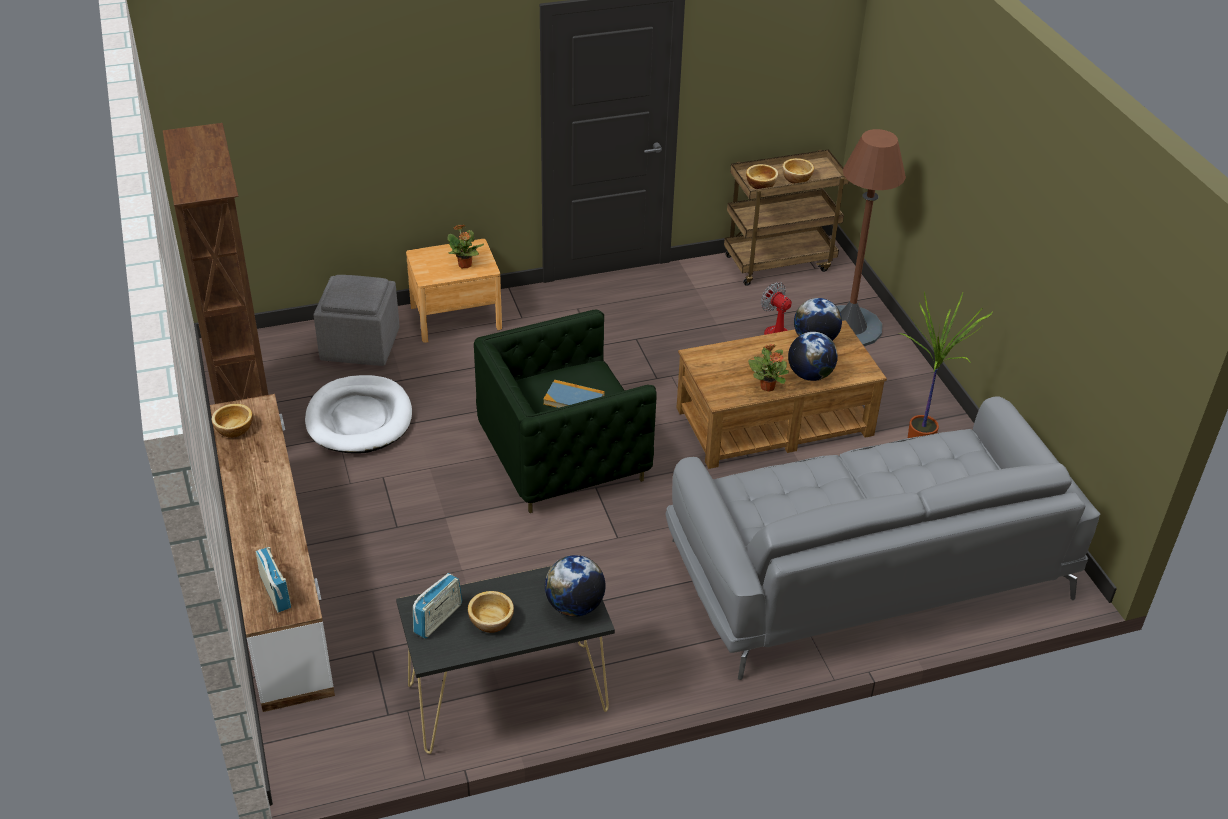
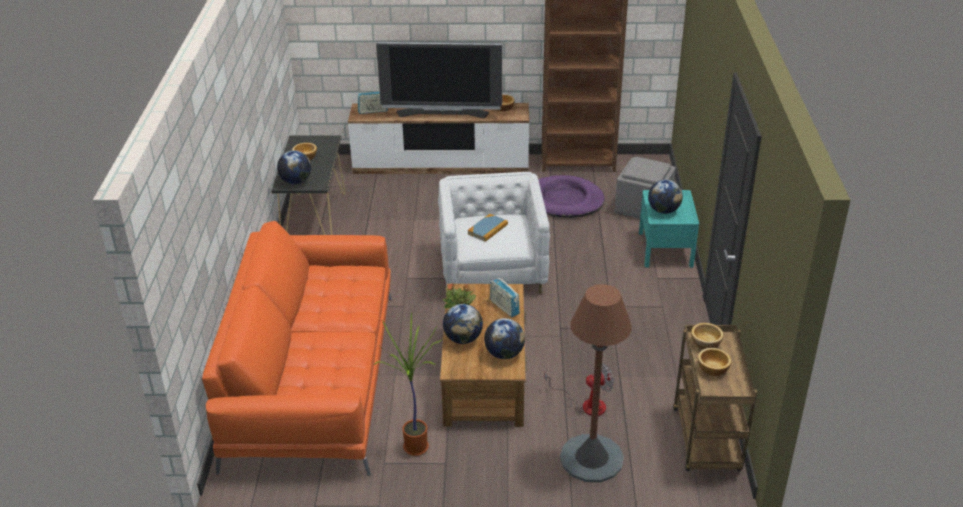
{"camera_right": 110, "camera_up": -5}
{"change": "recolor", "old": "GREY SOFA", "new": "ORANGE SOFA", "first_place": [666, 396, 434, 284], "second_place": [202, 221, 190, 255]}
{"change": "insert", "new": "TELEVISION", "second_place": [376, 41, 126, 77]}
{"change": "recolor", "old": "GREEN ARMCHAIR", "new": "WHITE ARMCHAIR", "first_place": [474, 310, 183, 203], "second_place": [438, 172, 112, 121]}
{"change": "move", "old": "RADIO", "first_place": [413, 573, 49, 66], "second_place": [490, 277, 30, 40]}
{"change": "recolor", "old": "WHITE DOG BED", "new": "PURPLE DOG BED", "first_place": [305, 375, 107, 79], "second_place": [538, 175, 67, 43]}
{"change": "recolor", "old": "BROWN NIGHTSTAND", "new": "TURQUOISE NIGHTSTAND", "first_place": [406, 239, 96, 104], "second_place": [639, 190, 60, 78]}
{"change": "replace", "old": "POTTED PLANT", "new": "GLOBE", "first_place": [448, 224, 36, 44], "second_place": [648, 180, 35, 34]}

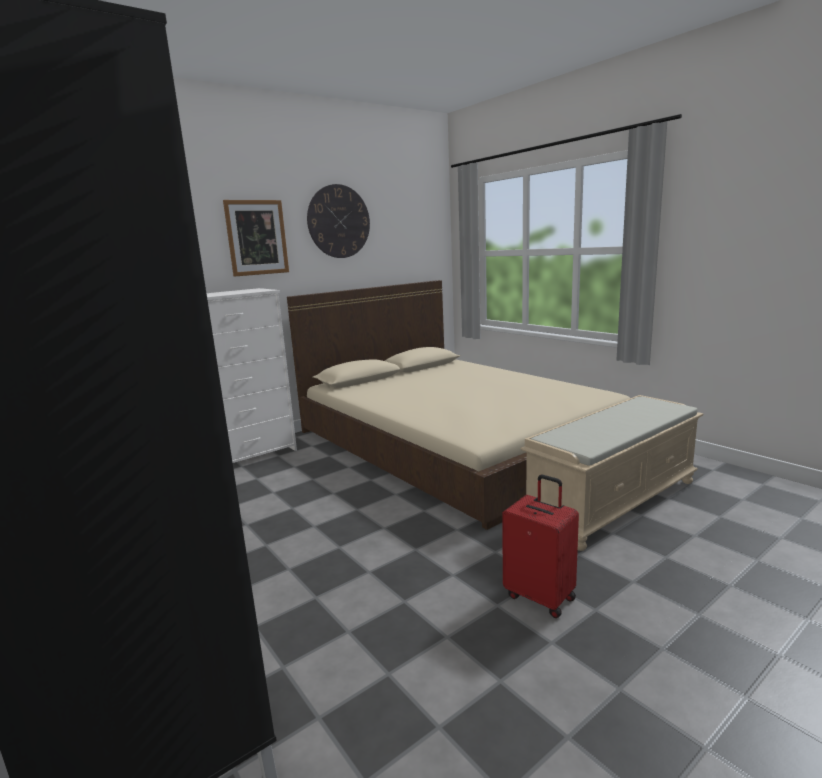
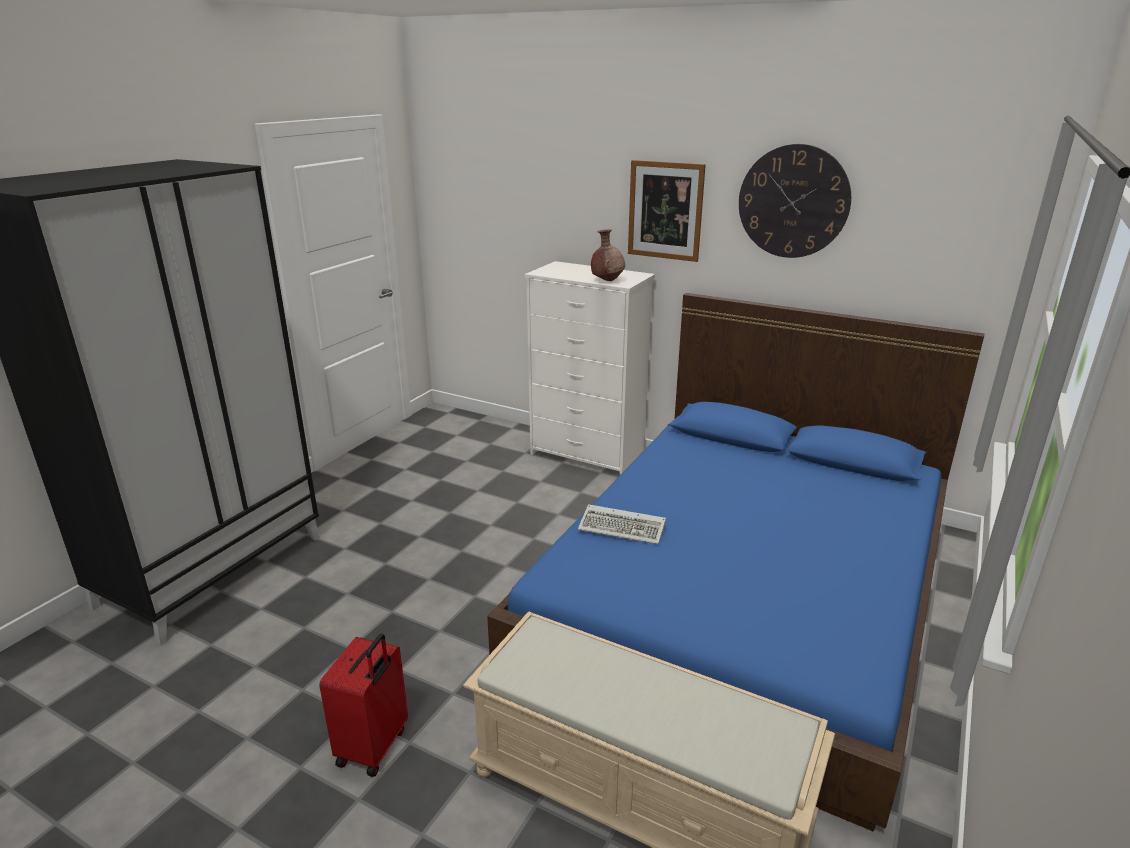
{"camera_right": 65, "camera_up": 10}
{"change": "recolor", "old": "BEIGE BED", "new": "BLUE BED", "first_place": [287, 280, 343, 250], "second_place": [487, 293, 497, 539]}
{"change": "insert", "new": "KEYBOARD", "second_place": [578, 504, 88, 41]}
{"change": "insert", "new": "BROWN VASE", "second_place": [591, 229, 34, 52]}

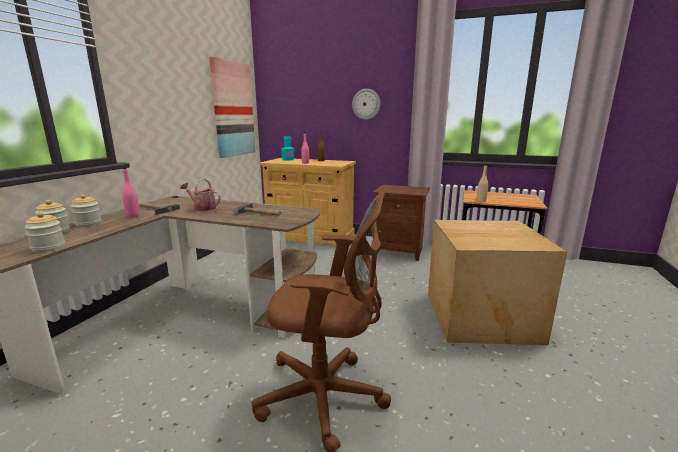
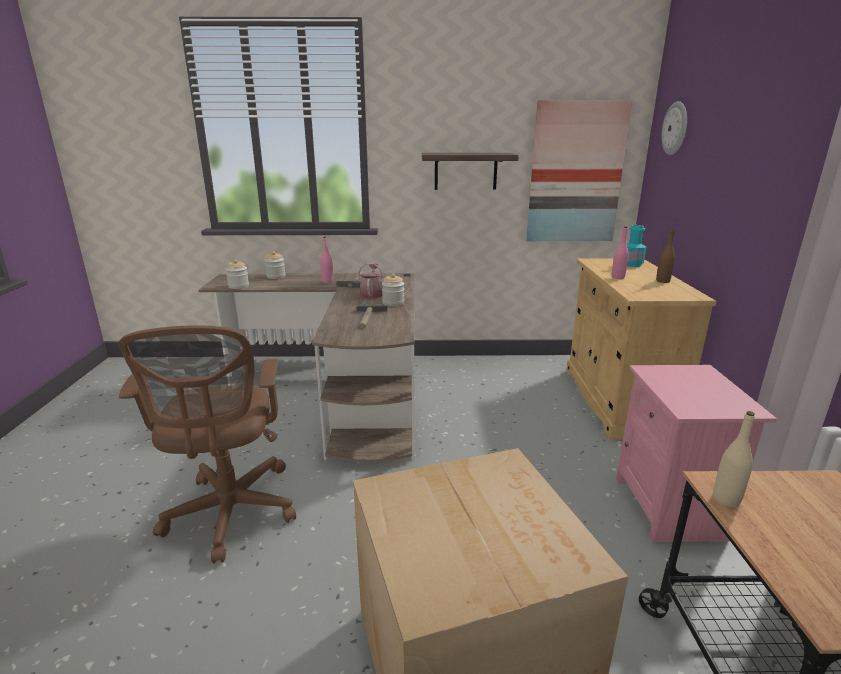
{"camera_right": 70, "camera_up": 5}
{"change": "move", "old": "JAR", "first_place": [71, 194, 31, 33], "second_place": [382, 274, 23, 32]}
{"change": "insert", "new": "SHELF", "second_place": [422, 153, 97, 37]}
{"change": "recolor", "old": "BROWN NIGHTSTAND", "new": "PINK NIGHTSTAND", "first_place": [373, 185, 57, 76], "second_place": [616, 365, 161, 179]}
{"change": "move", "old": "WALL CLOCK", "first_place": [352, 89, 29, 31], "second_place": [662, 101, 25, 54]}

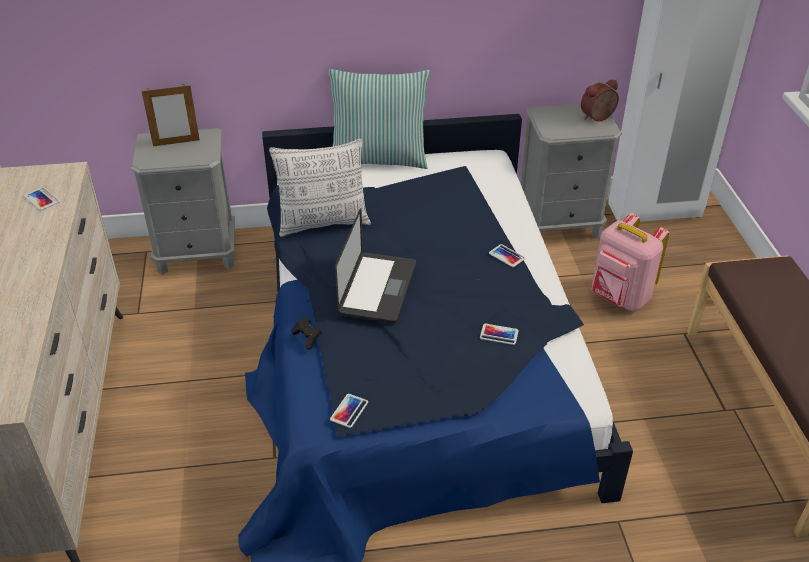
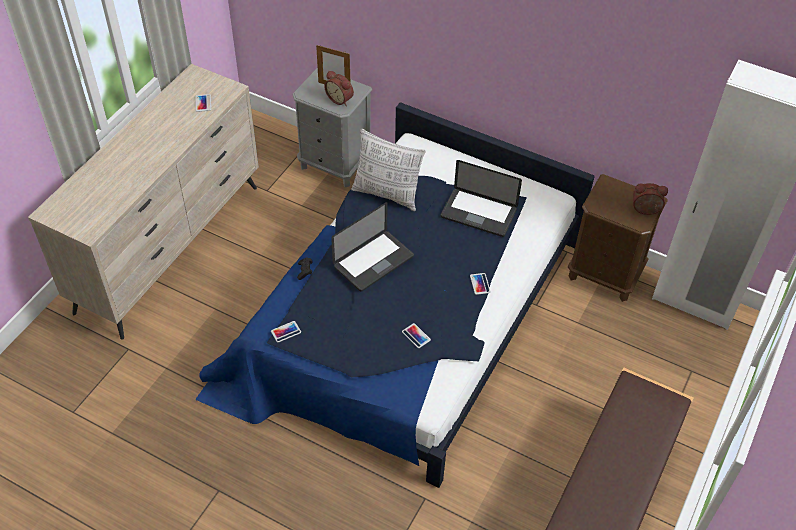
{"camera_right": 35, "camera_up": 10}
{"change": "insert", "new": "ALARM CLOCK", "second_place": [324, 71, 30, 35]}
{"change": "insert", "new": "LAPTOP", "second_place": [441, 160, 81, 77]}
{"change": "recolor", "old": "GREY NIGHTSTAND", "new": "BROWN NIGHTSTAND", "first_place": [521, 104, 101, 134], "second_place": [568, 174, 100, 128]}
{"change": "delete", "old": "PILLOW", "first_place": [329, 69, 101, 100]}
{"change": "delete", "old": "PINK BACKPACK", "first_place": [592, 213, 77, 98]}

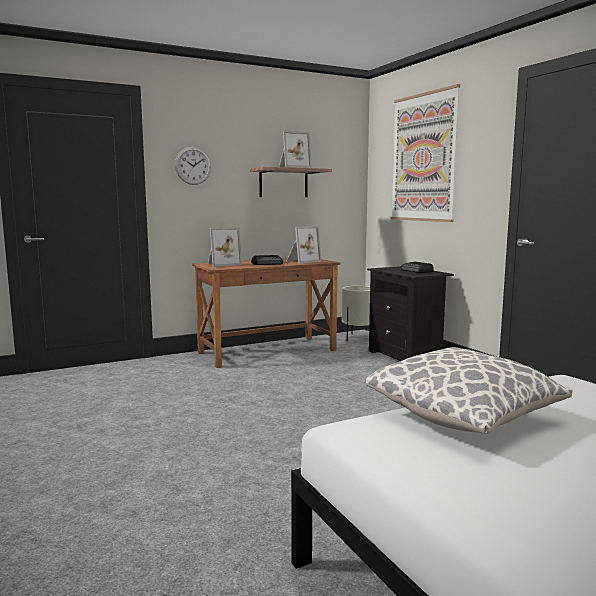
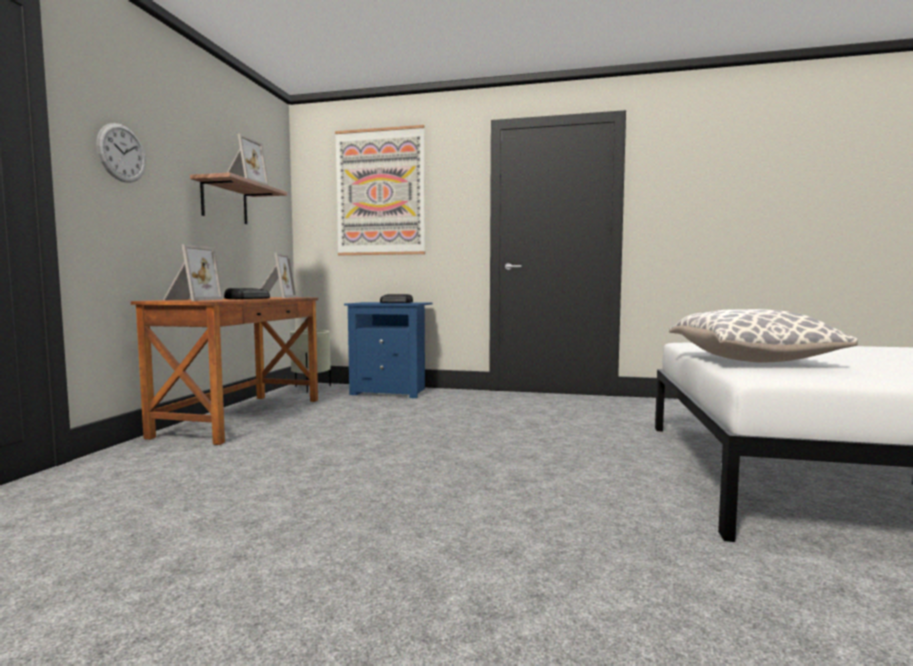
{"camera_right": -50, "camera_up": -5}
{"change": "recolor", "old": "BLACK NIGHTSTAND", "new": "BLUE NIGHTSTAND", "first_place": [367, 266, 87, 95], "second_place": [344, 302, 89, 96]}

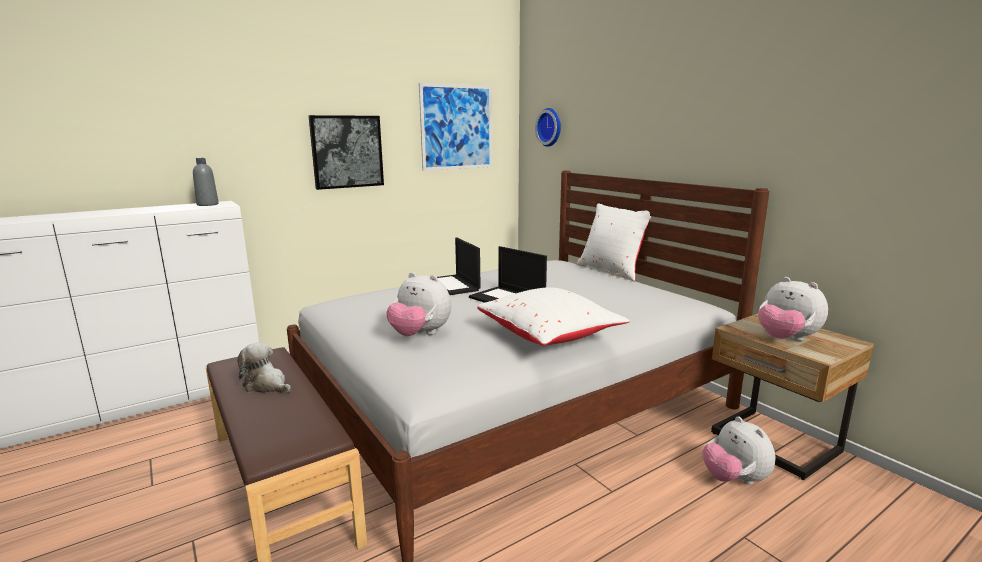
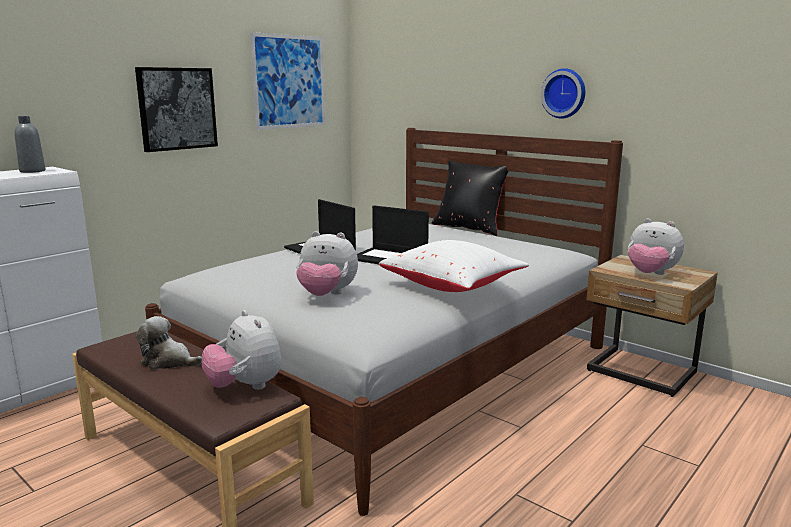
{"camera_right": -15, "camera_up": 0}
{"change": "move", "old": "PLUSH TOY", "first_place": [702, 416, 74, 69], "second_place": [202, 310, 80, 80]}
{"change": "recolor", "old": "WHITE PILLOW", "new": "BLACK PILLOW", "first_place": [577, 203, 75, 78], "second_place": [432, 161, 77, 75]}
{"change": "move", "old": "WALL CLOCK", "first_place": [535, 108, 26, 39], "second_place": [541, 68, 44, 51]}

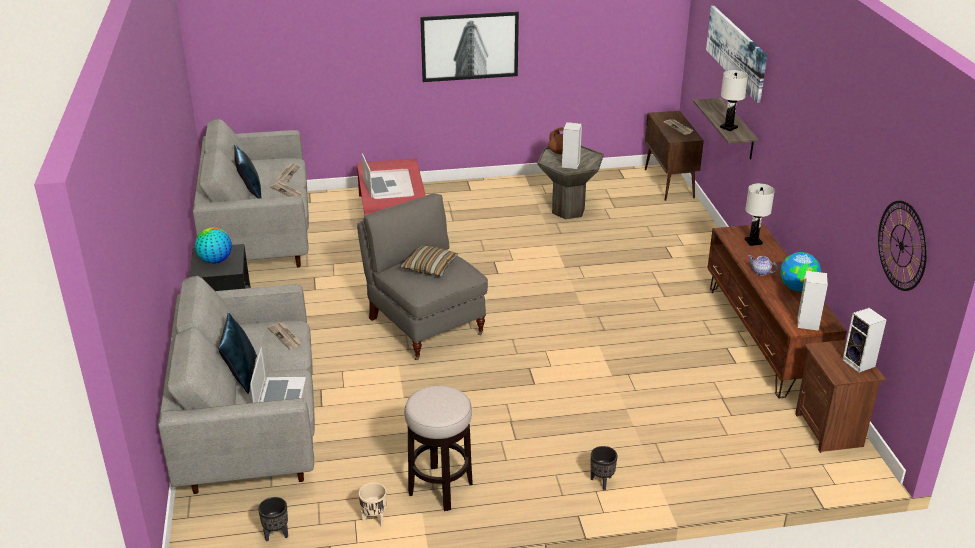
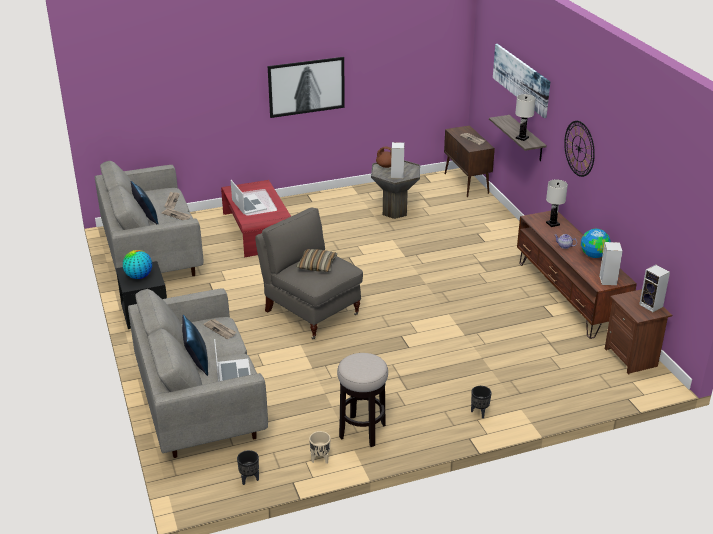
{"camera_right": -10, "camera_up": 0}
{"change": "move", "old": "WALL CLOCK", "first_place": [878, 201, 49, 90], "second_place": [564, 121, 31, 56]}

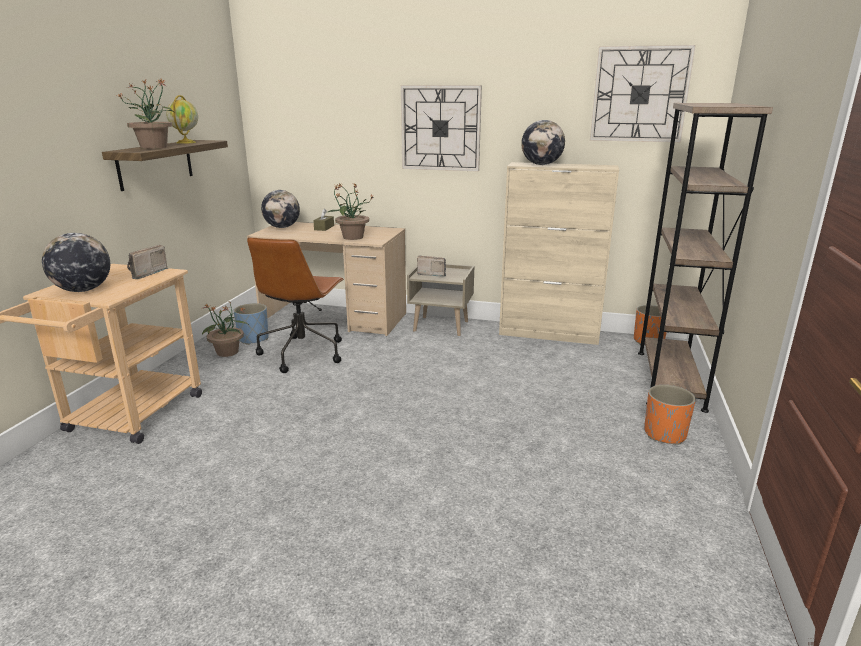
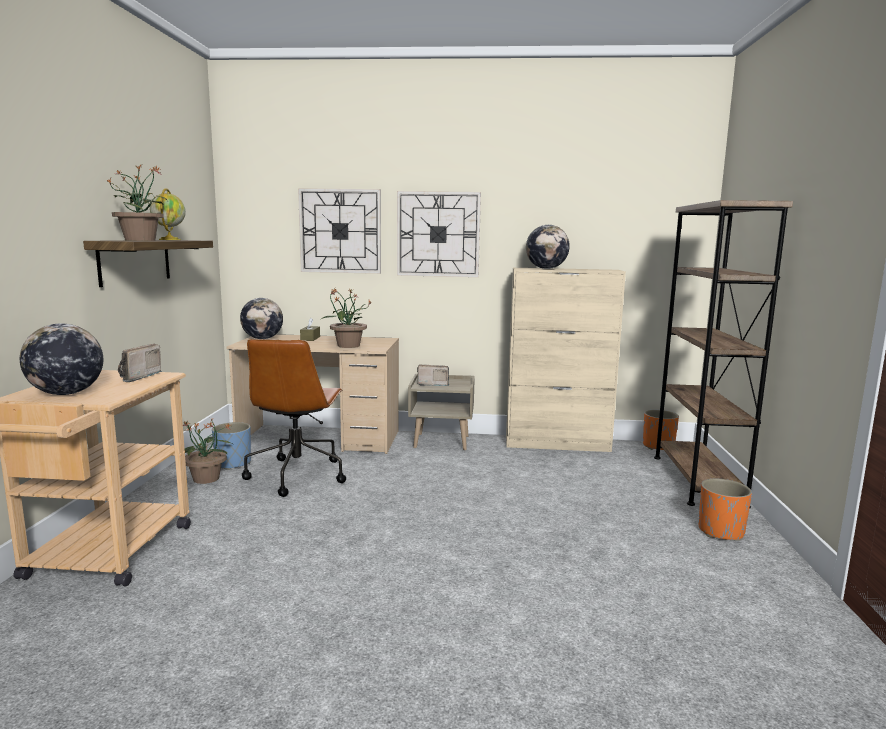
{"camera_right": -10, "camera_up": -10}
{"change": "move", "old": "WALL CLOCK", "first_place": [590, 45, 106, 97], "second_place": [298, 188, 83, 86]}

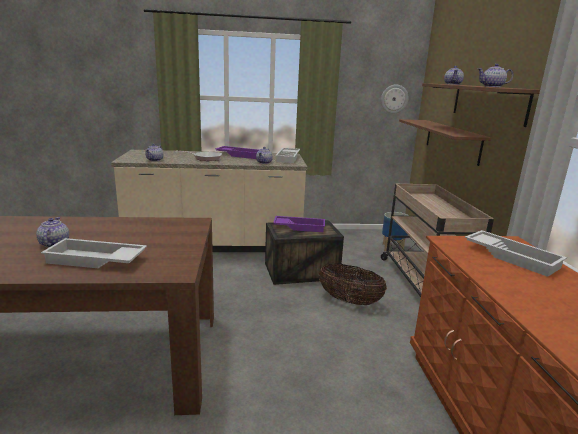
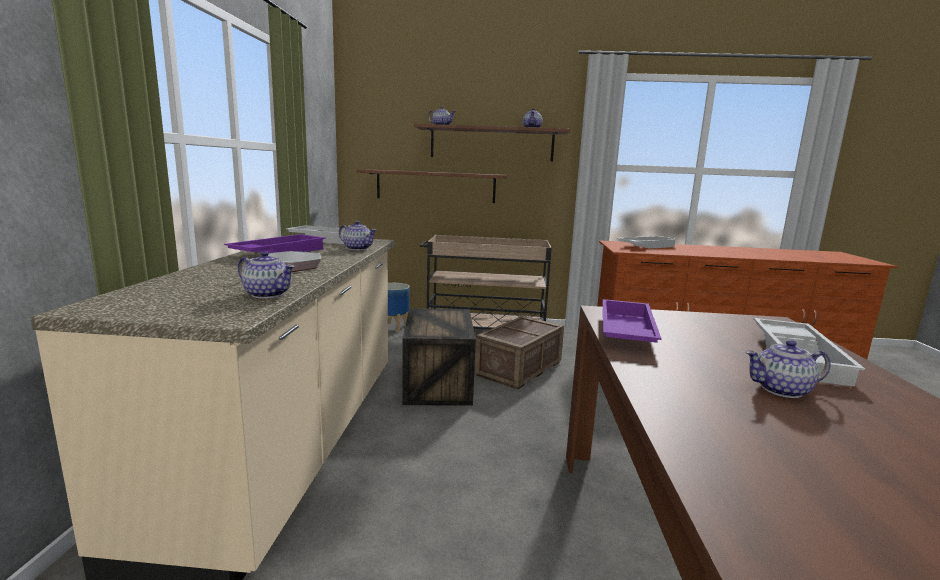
{"camera_right": -80, "camera_up": -5}
{"change": "replace", "old": "BASKET", "new": "CRATE", "first_place": [319, 264, 68, 41], "second_place": [474, 316, 90, 73]}
{"change": "move", "old": "PURPLE TRAY", "first_place": [273, 216, 52, 16], "second_place": [603, 299, 58, 44]}
{"change": "delete", "old": "WALL CLOCK", "first_place": [381, 84, 27, 30]}

